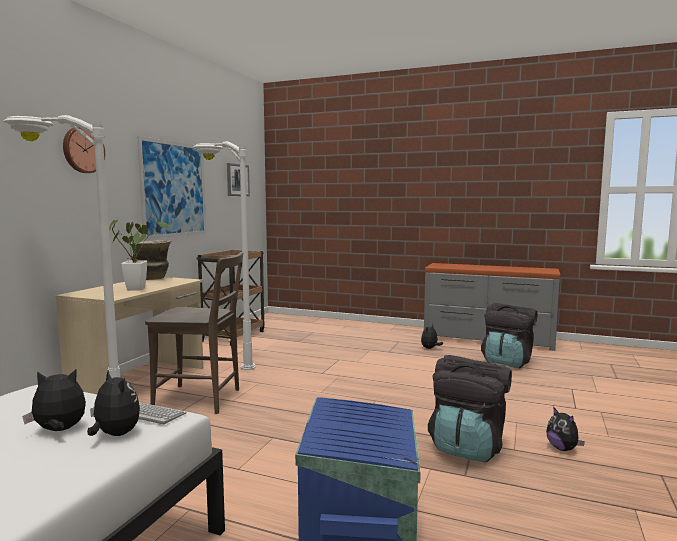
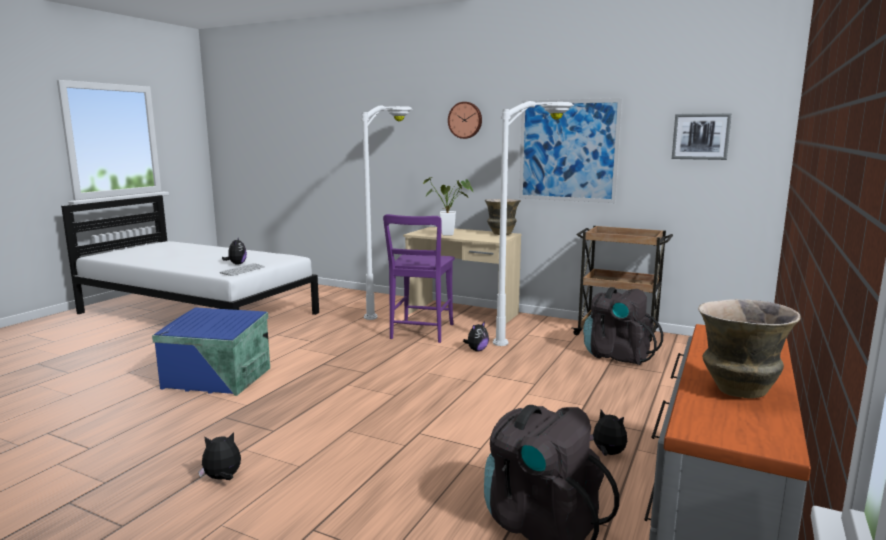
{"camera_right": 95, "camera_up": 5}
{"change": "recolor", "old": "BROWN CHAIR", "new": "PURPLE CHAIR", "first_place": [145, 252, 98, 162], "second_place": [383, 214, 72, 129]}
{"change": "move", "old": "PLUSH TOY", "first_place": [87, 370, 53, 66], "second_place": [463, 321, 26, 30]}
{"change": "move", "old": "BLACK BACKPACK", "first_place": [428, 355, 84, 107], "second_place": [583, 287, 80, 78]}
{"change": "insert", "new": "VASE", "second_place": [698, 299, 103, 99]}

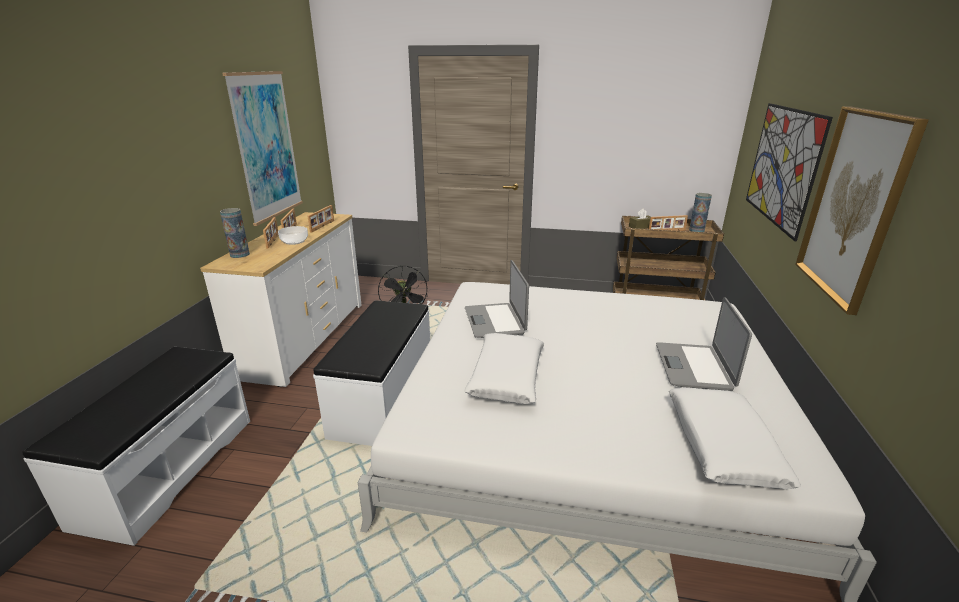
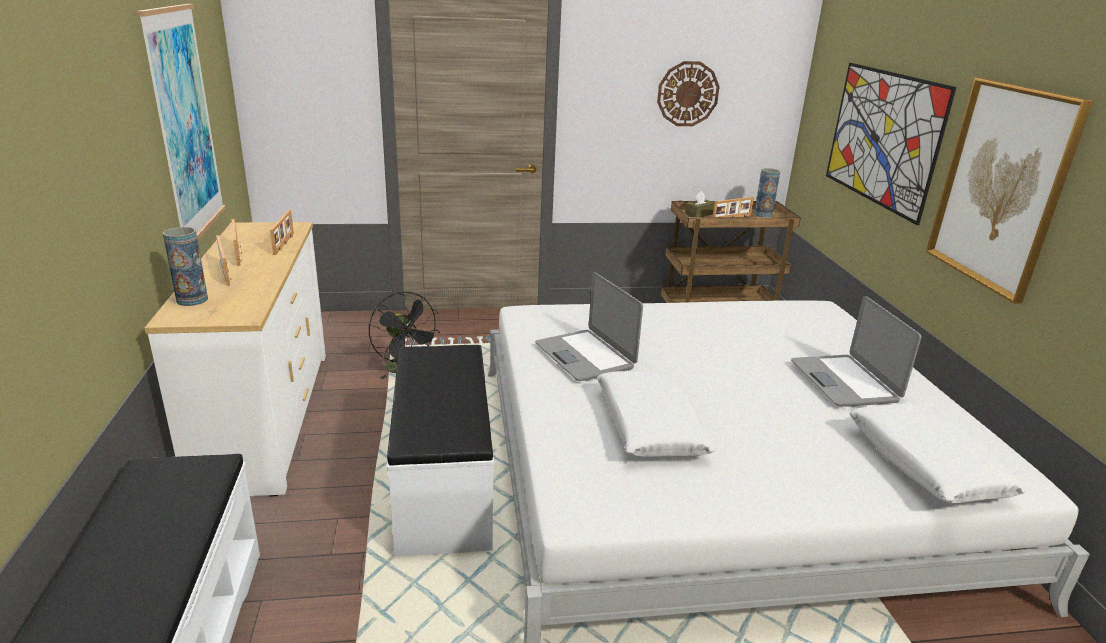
{"camera_right": -20, "camera_up": 0}
{"change": "insert", "new": "WALL CLOCK", "second_place": [657, 61, 63, 65]}
{"change": "delete", "old": "BOWL", "first_place": [278, 226, 30, 19]}

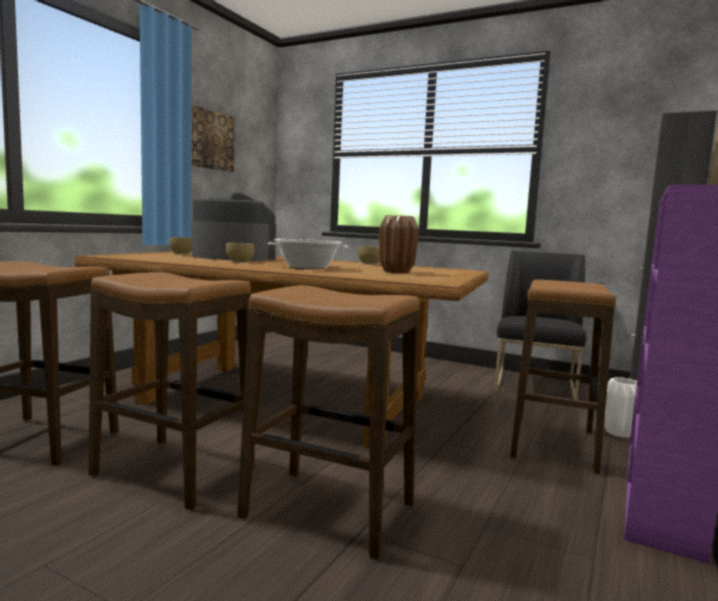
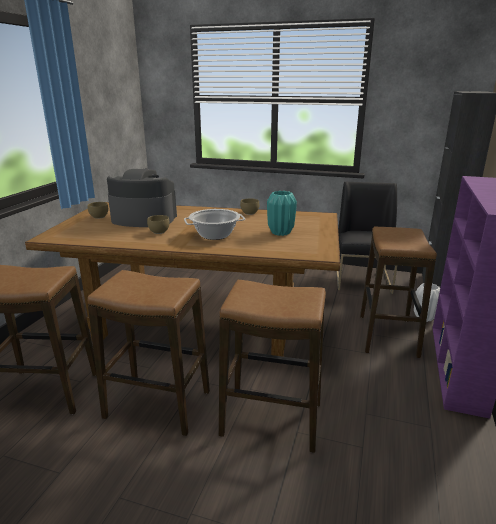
{"camera_right": -10, "camera_up": 15}
{"change": "recolor", "old": "BROWN VASE", "new": "TURQUOISE VASE", "first_place": [379, 215, 40, 58], "second_place": [267, 191, 30, 45]}
{"change": "delete", "old": "PICTURE", "first_place": [191, 106, 44, 66]}

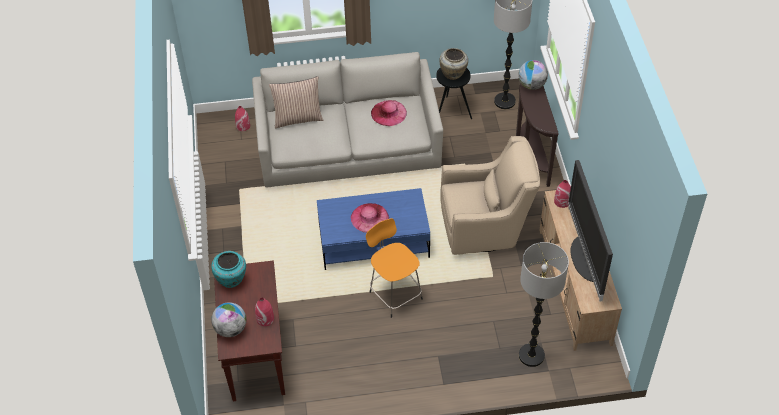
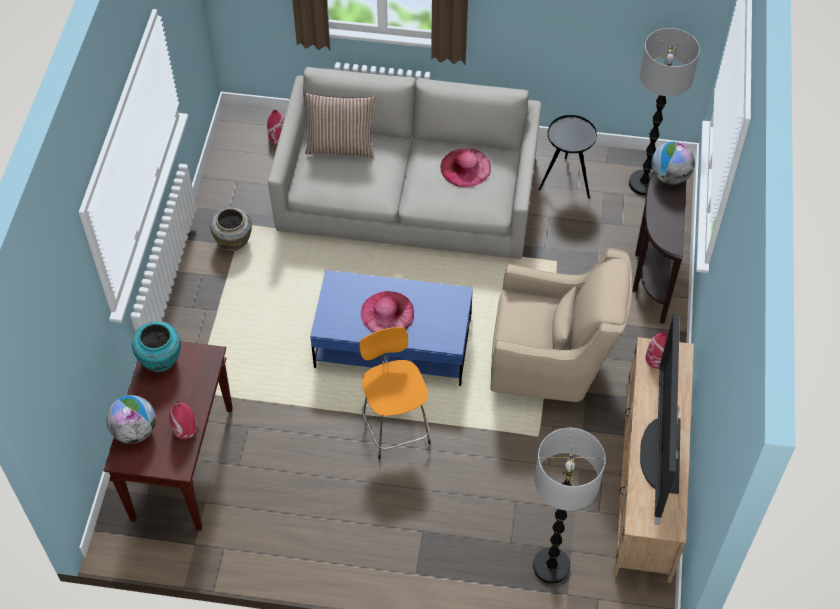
{"camera_right": 15, "camera_up": 5}
{"change": "move", "old": "BEIGE VASE", "first_place": [439, 48, 29, 32], "second_place": [210, 207, 42, 44]}

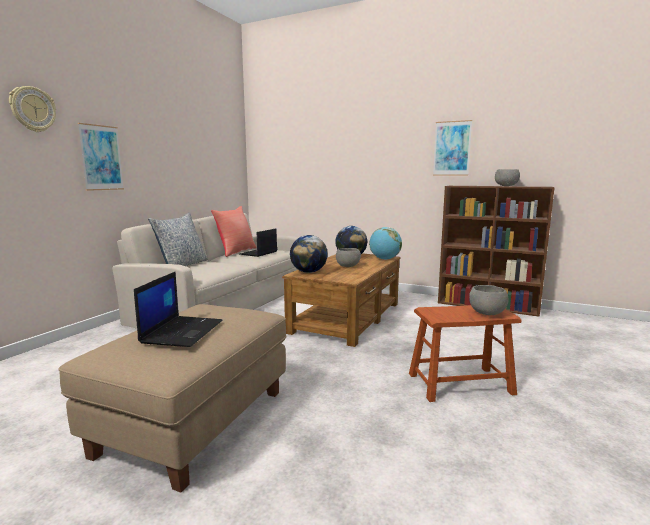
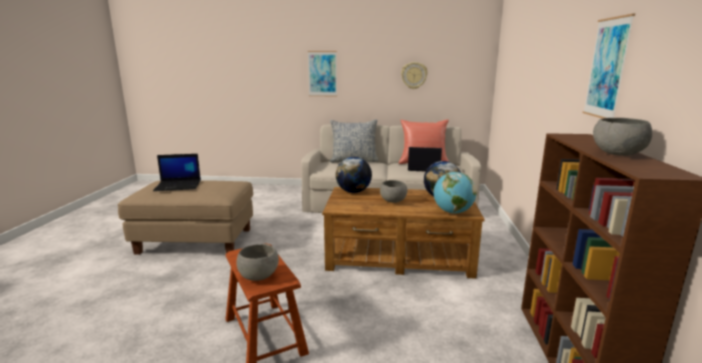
{"camera_right": 70, "camera_up": 5}
{"change": "move", "old": "WALL CLOCK", "first_place": [9, 86, 47, 46], "second_place": [401, 62, 27, 27]}

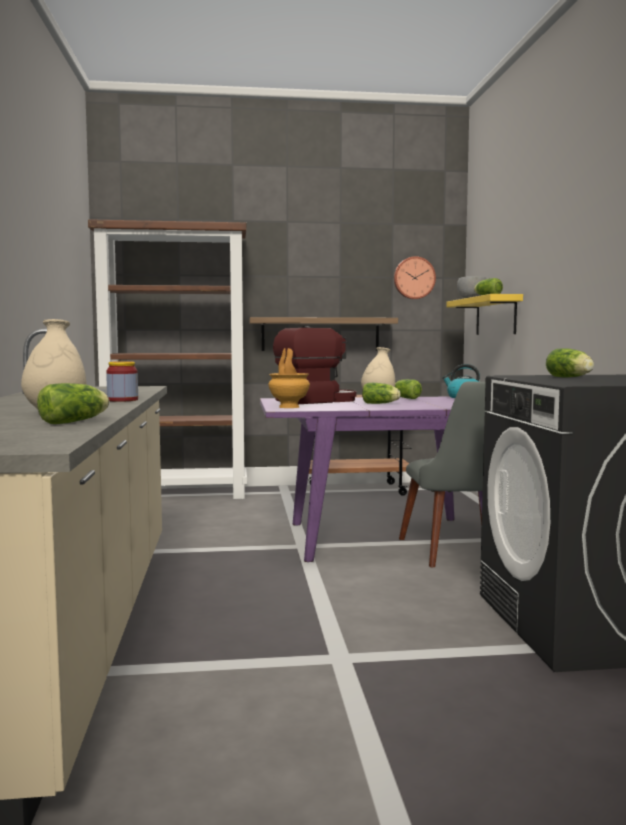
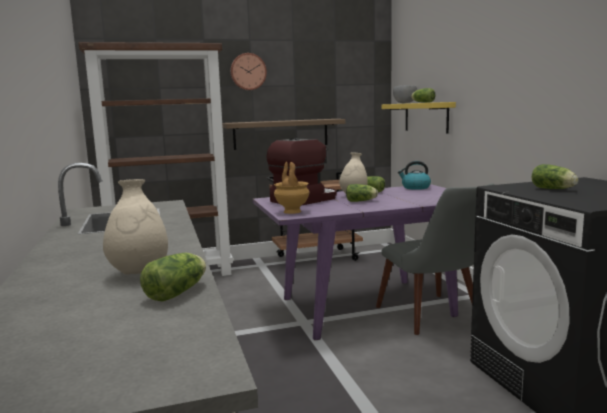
{"camera_right": -10, "camera_up": 5}
{"change": "move", "old": "WALL CLOCK", "first_place": [394, 256, 42, 43], "second_place": [230, 53, 37, 37]}
{"change": "delete", "old": "JAR", "first_place": [106, 361, 32, 41]}

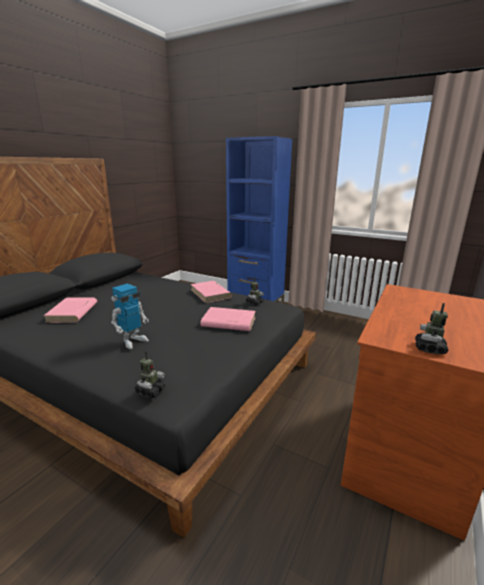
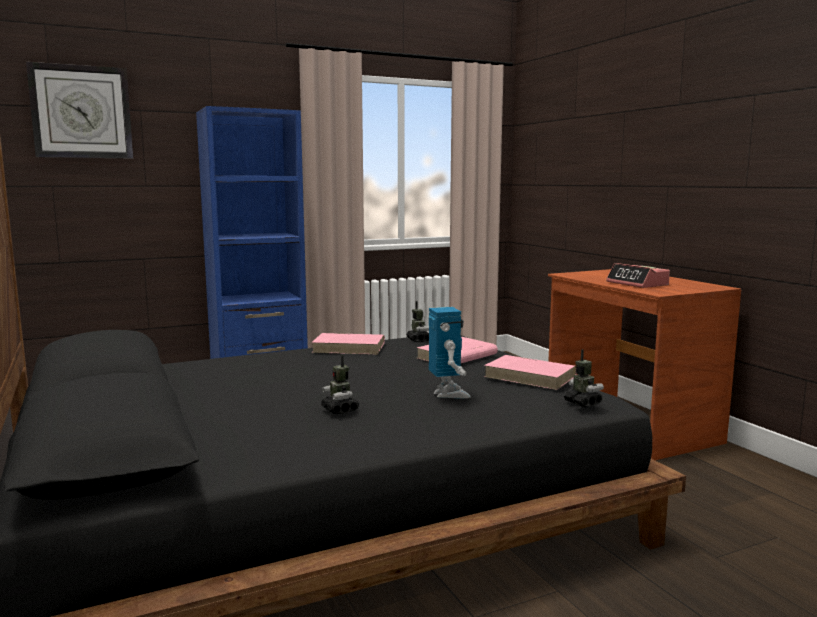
{"camera_right": -55, "camera_up": -10}
{"change": "insert", "new": "WALL CLOCK", "second_place": [26, 62, 107, 96]}
{"change": "move", "old": "TOY ROBOT", "first_place": [415, 303, 34, 51], "second_place": [321, 355, 38, 59]}
{"change": "move", "old": "PINK BOOK", "first_place": [43, 297, 54, 26], "second_place": [484, 355, 92, 35]}
{"change": "insert", "new": "ALARM CLOCK", "second_place": [606, 263, 64, 25]}

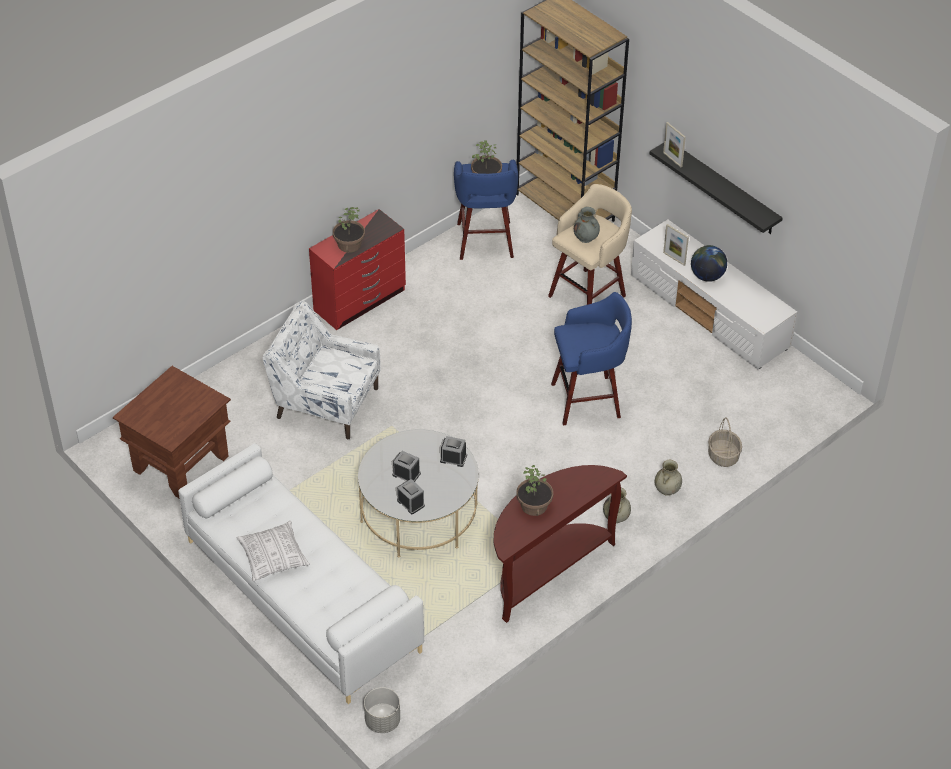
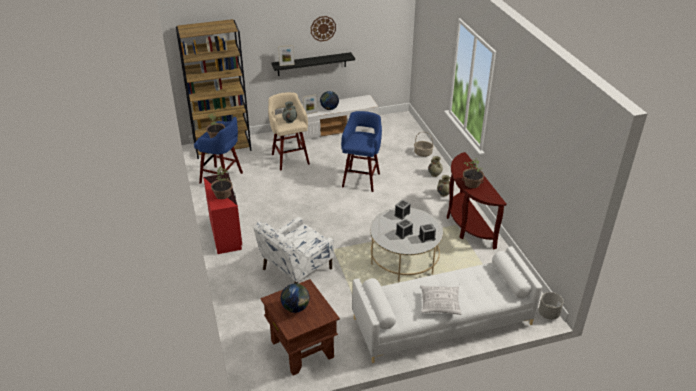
{"camera_right": -65, "camera_up": -10}
{"change": "insert", "new": "GLOBE", "second_place": [281, 283, 29, 30]}
{"change": "insert", "new": "WALL CLOCK", "second_place": [311, 16, 25, 26]}

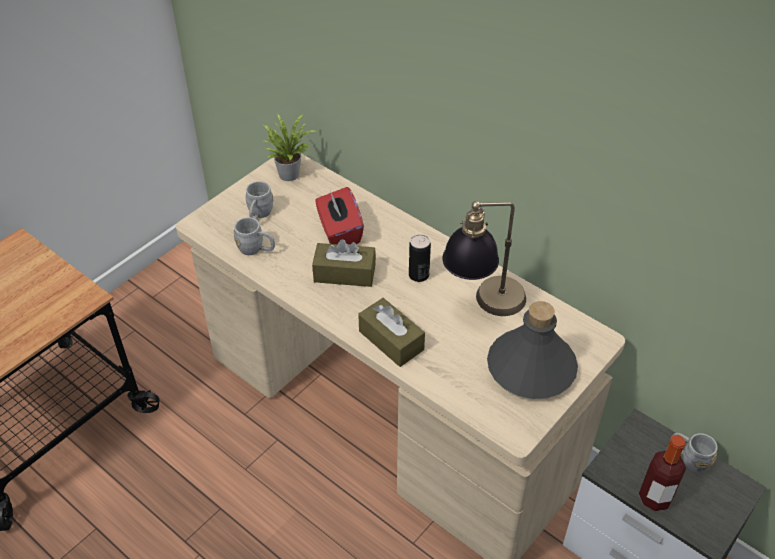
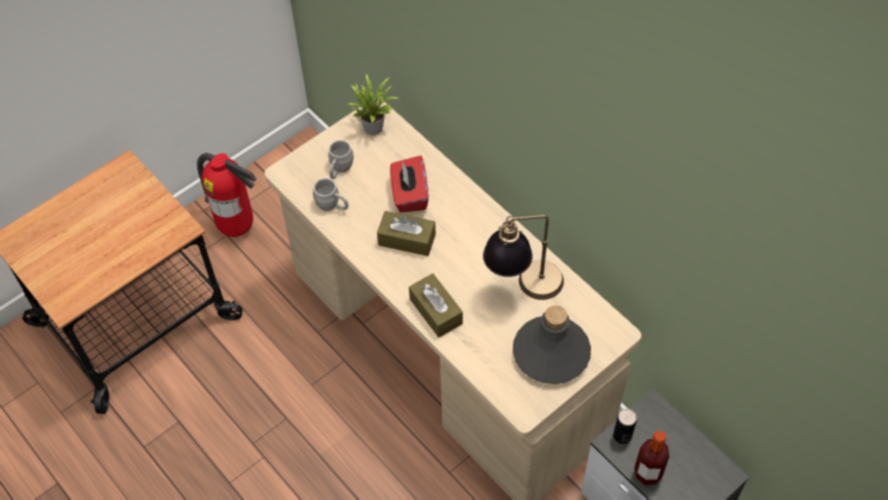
{"camera_right": 10, "camera_up": 10}
{"change": "insert", "new": "FIRE EXTINGUISHER", "second_place": [197, 153, 60, 84]}
{"change": "move", "old": "CAN", "first_place": [409, 234, 22, 48], "second_place": [613, 409, 24, 35]}
{"change": "delete", "old": "GREY MUG", "first_place": [672, 433, 46, 40]}

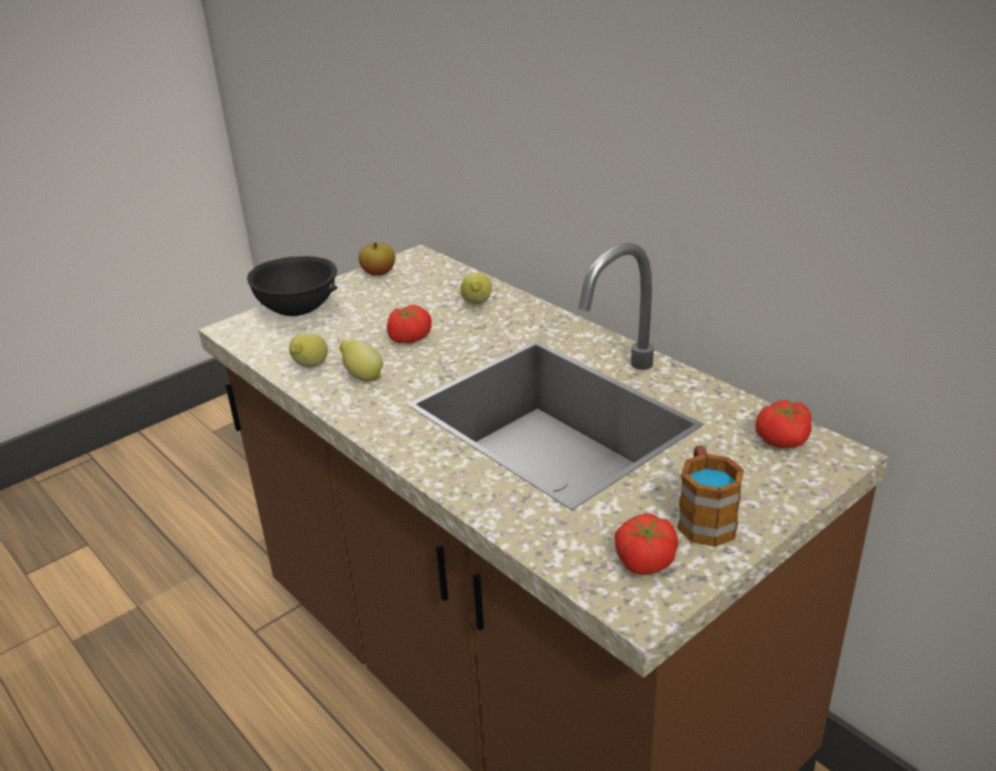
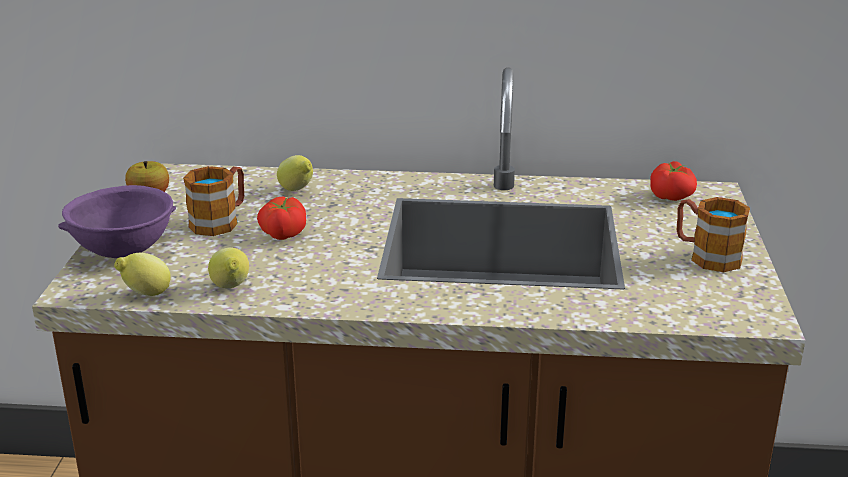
{"camera_right": -45, "camera_up": -5}
{"change": "recolor", "old": "BLACK BOWL", "new": "PURPLE BOWL", "first_place": [247, 256, 90, 60], "second_place": [58, 185, 118, 73]}
{"change": "move", "old": "LEMON", "first_place": [340, 340, 43, 42], "second_place": [114, 253, 57, 43]}
{"change": "insert", "new": "MUG", "second_place": [183, 166, 61, 70]}
{"change": "delete", "old": "TOMATO", "first_place": [614, 514, 64, 61]}

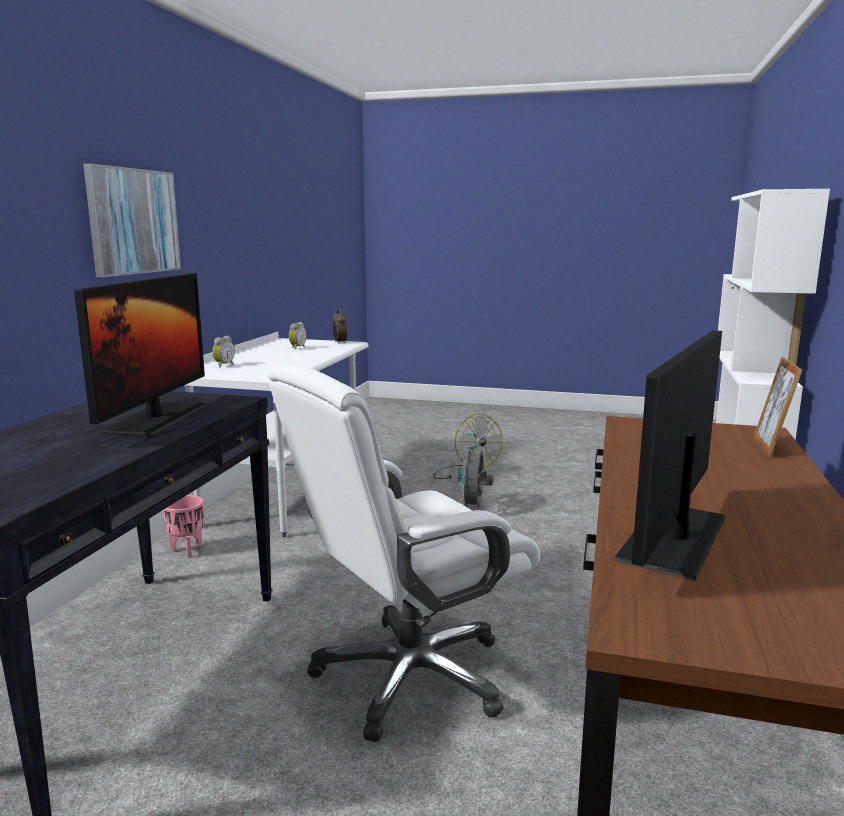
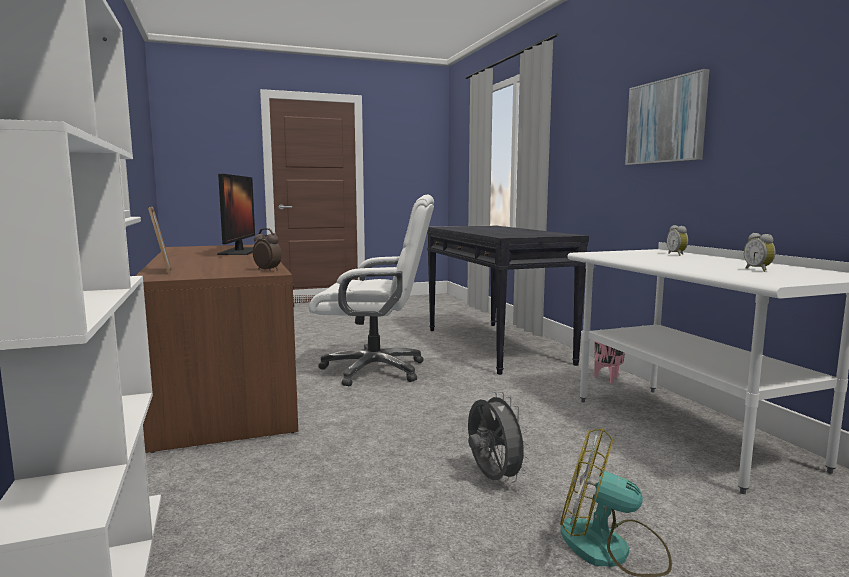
{"camera_right": 145, "camera_up": -5}
{"change": "move", "old": "ALARM CLOCK", "first_place": [332, 310, 15, 34], "second_place": [253, 228, 29, 43]}
{"change": "rotate", "old": "WHITE OFFICE CHAIR", "first_place": [268, 362, 272, 380], "second_place": [309, 194, 125, 192], "degrees": 75}
{"change": "delete", "old": "MONITOR", "first_place": [74, 273, 133, 163]}

